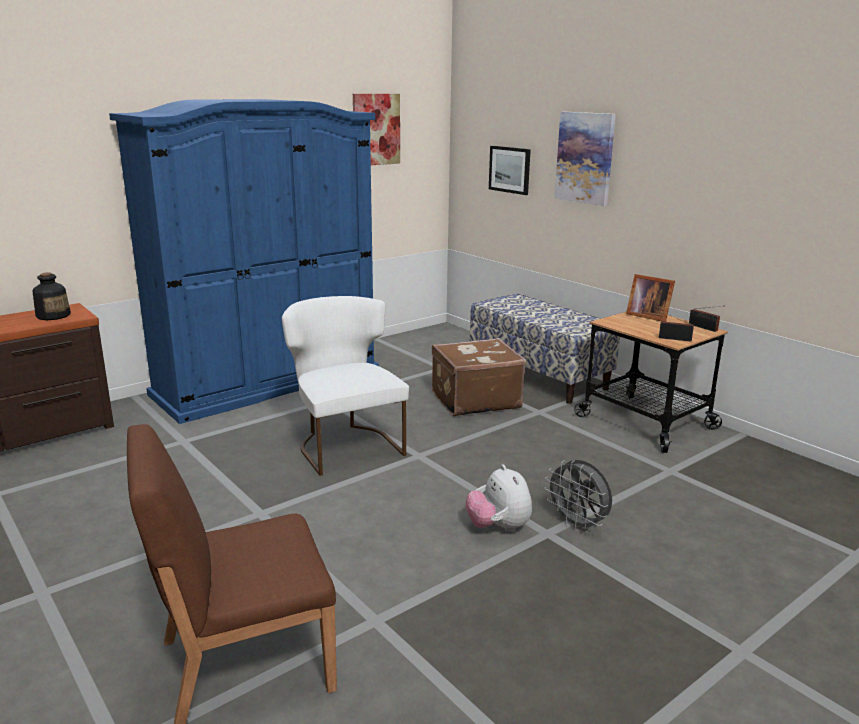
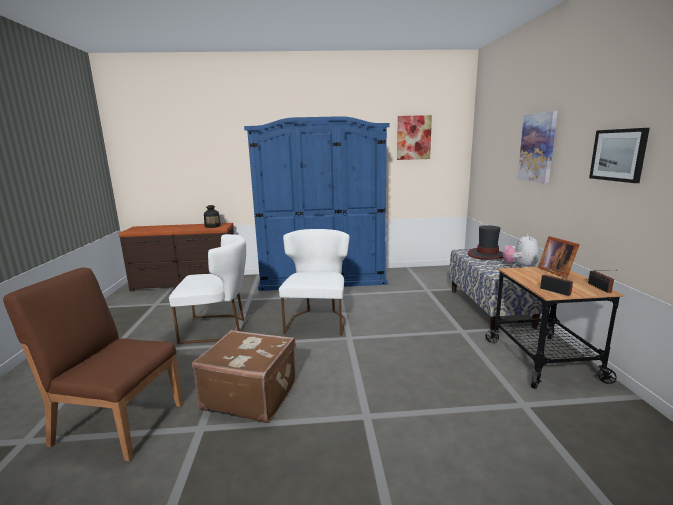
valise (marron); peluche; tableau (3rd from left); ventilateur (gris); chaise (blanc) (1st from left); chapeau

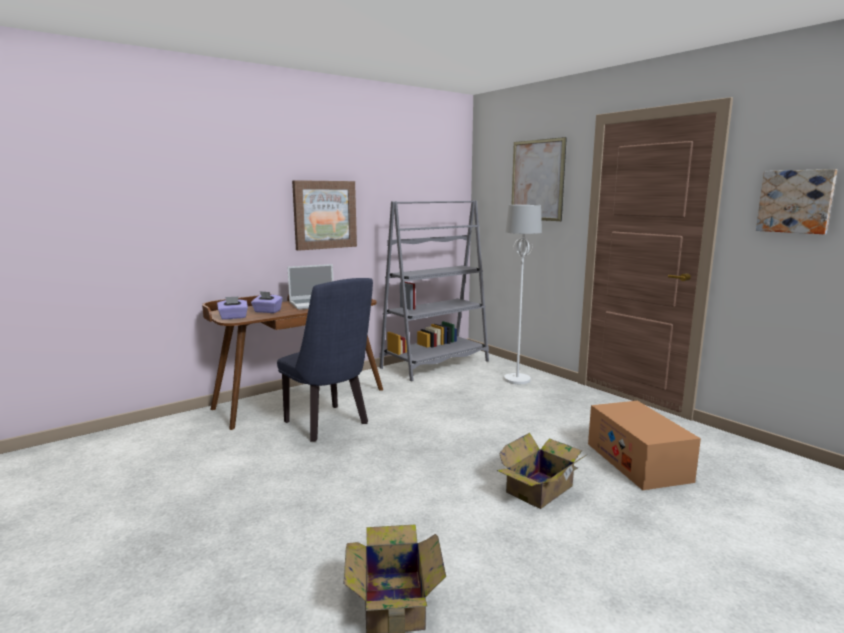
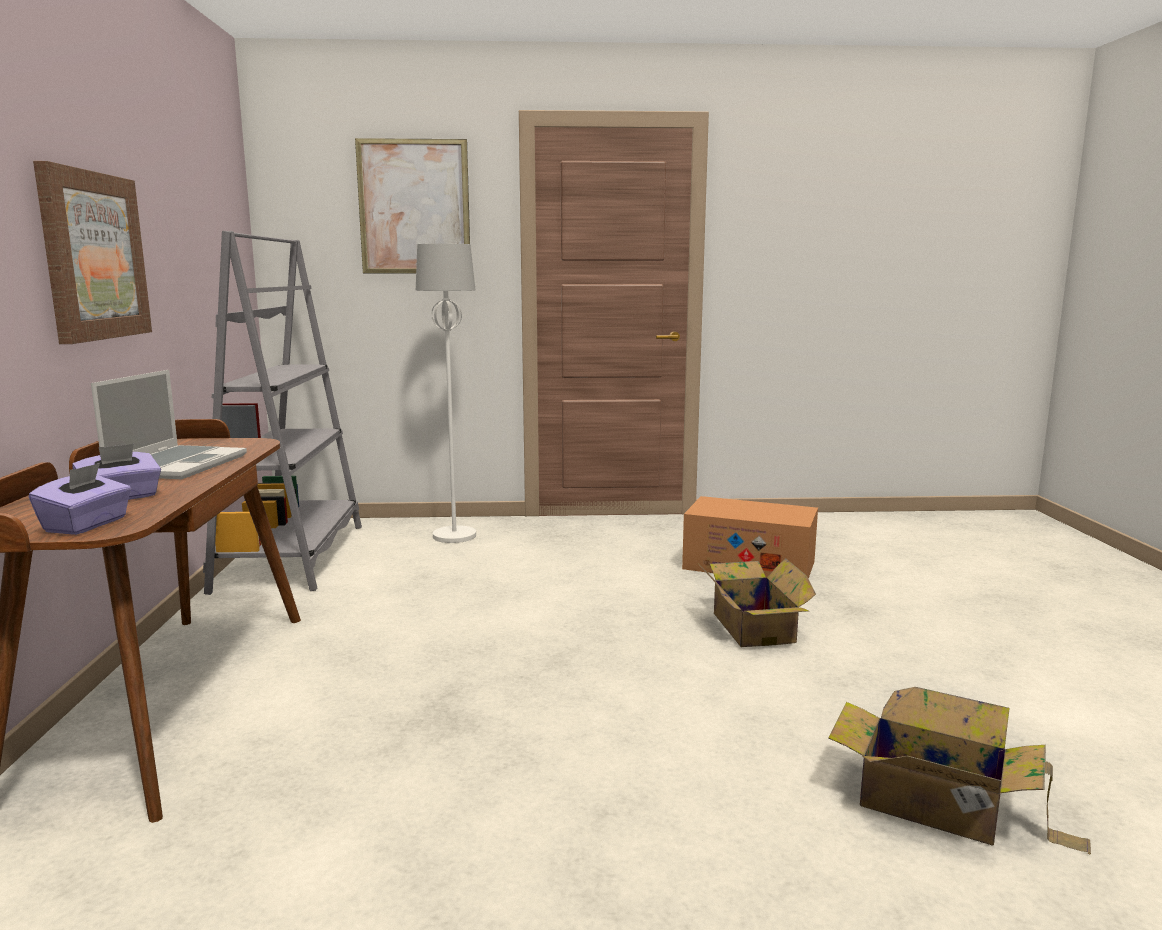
chaise (bleu); tableau (3rd from left in the first image)

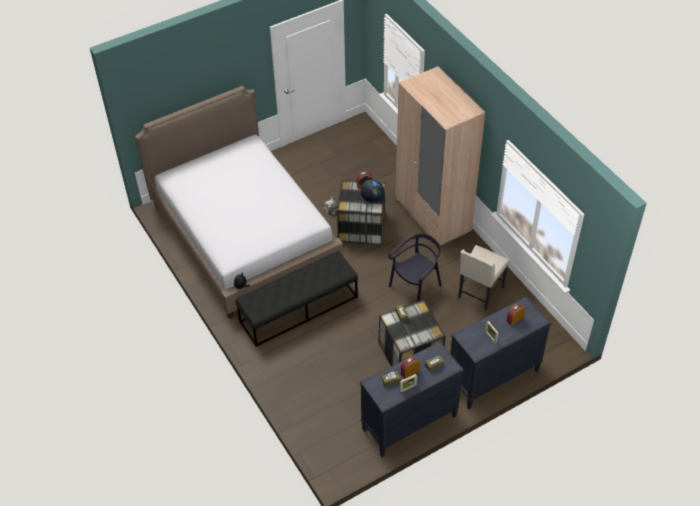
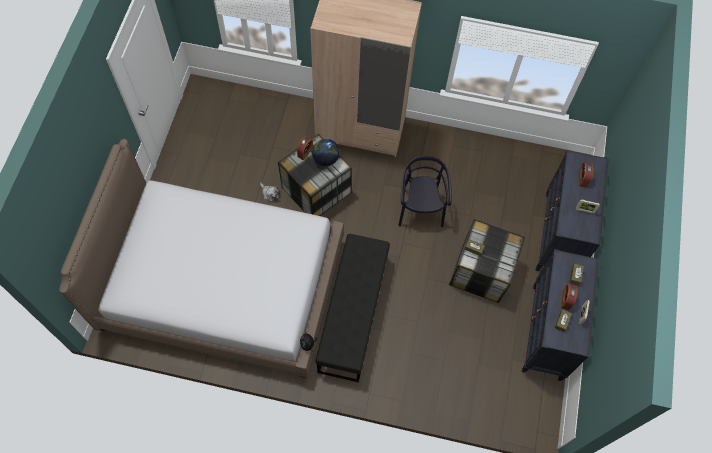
chaise (beige)

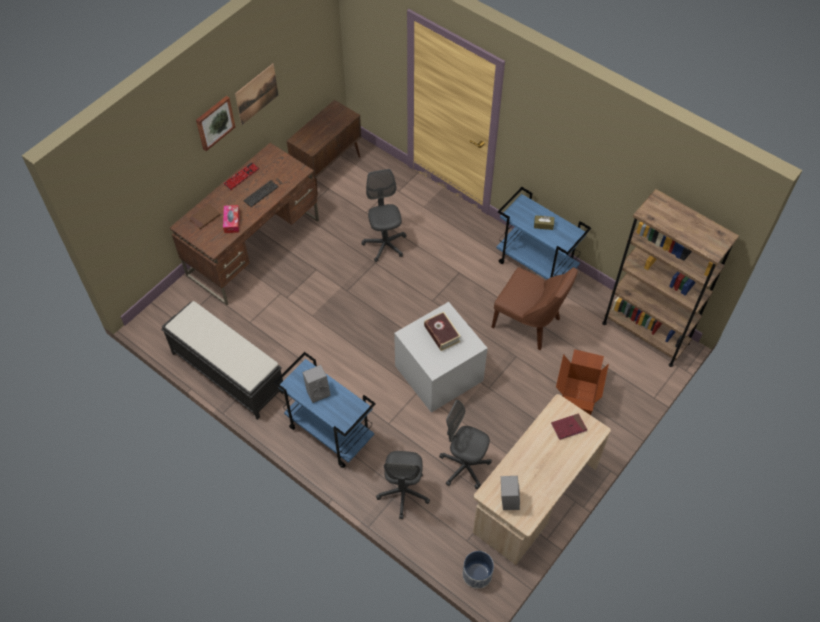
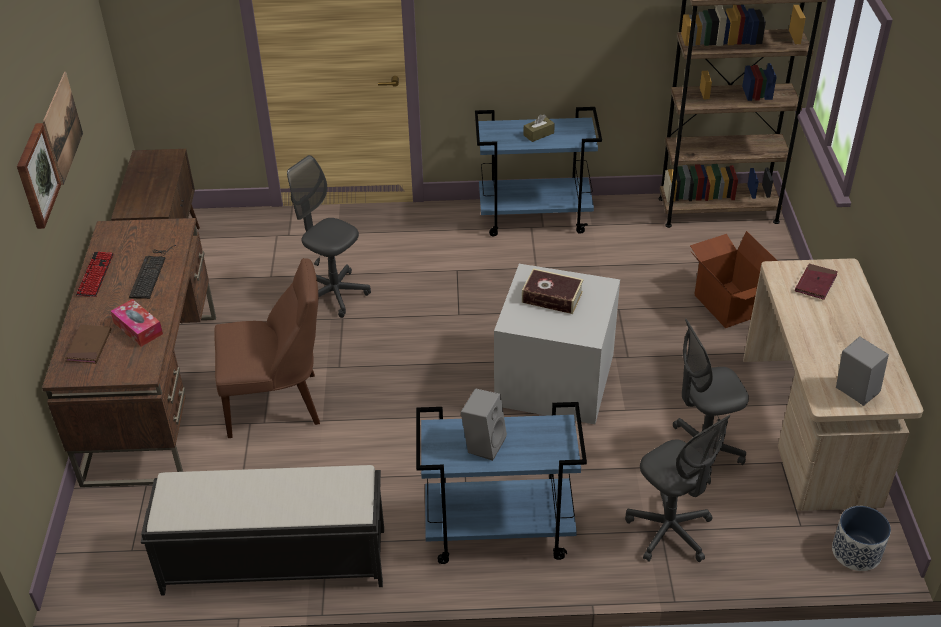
chaise (marron)

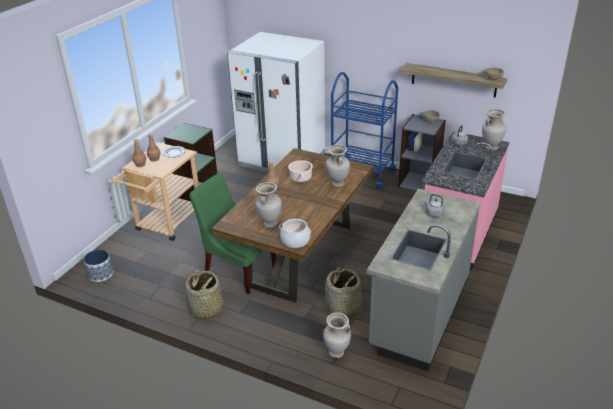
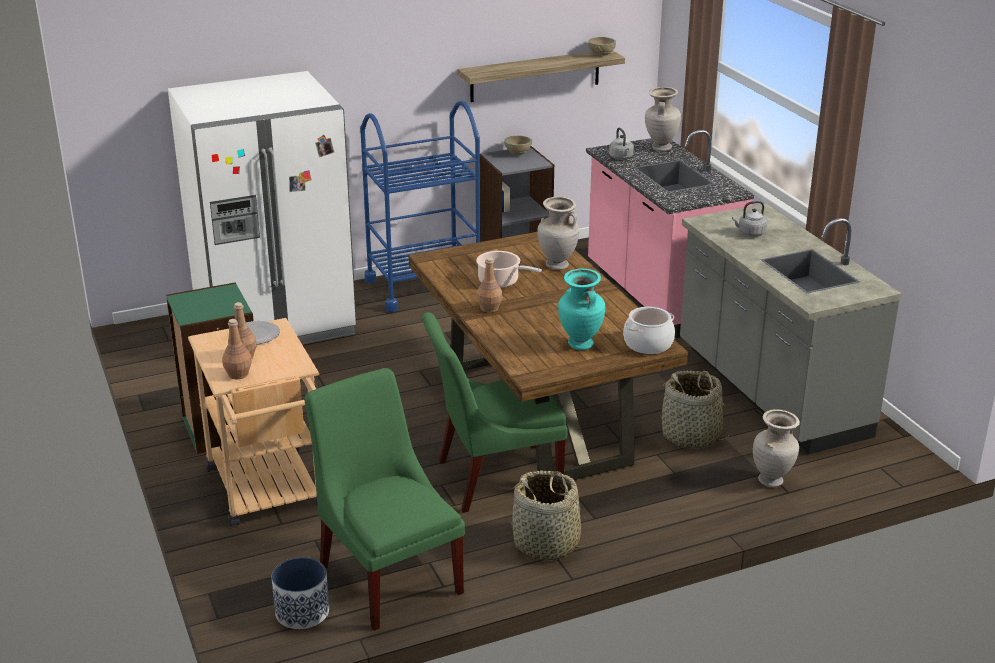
vase (turquoise); chaise (vert) (1st from left)

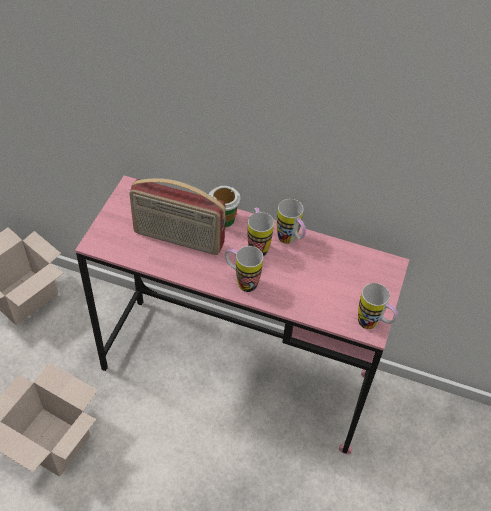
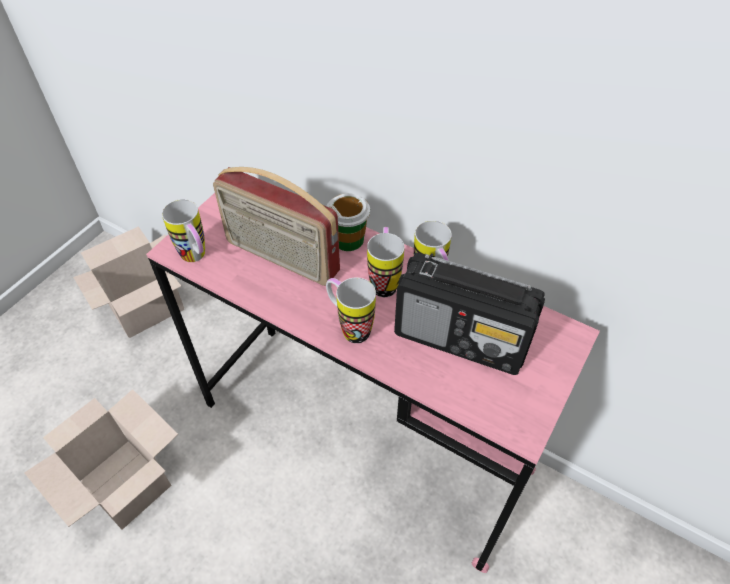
mug (1st from left); radio (2nd from left)

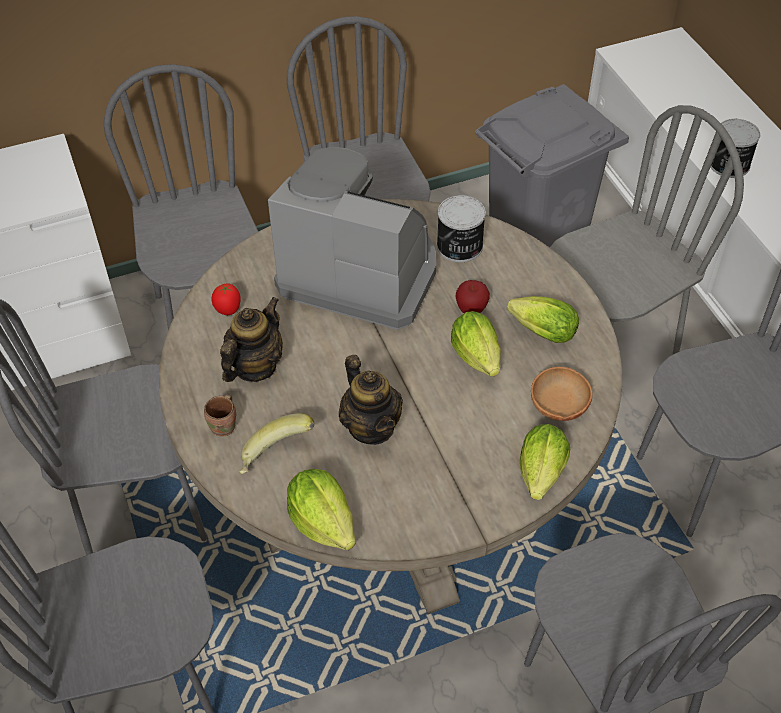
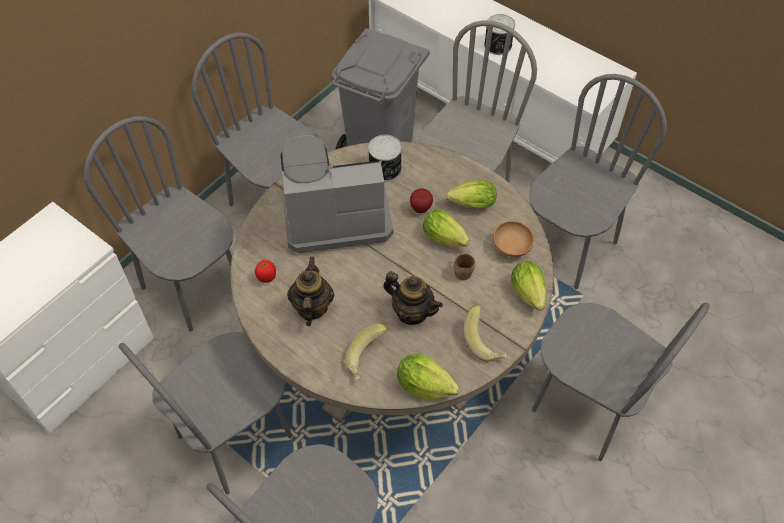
mug (marron); banane (2nd from left)

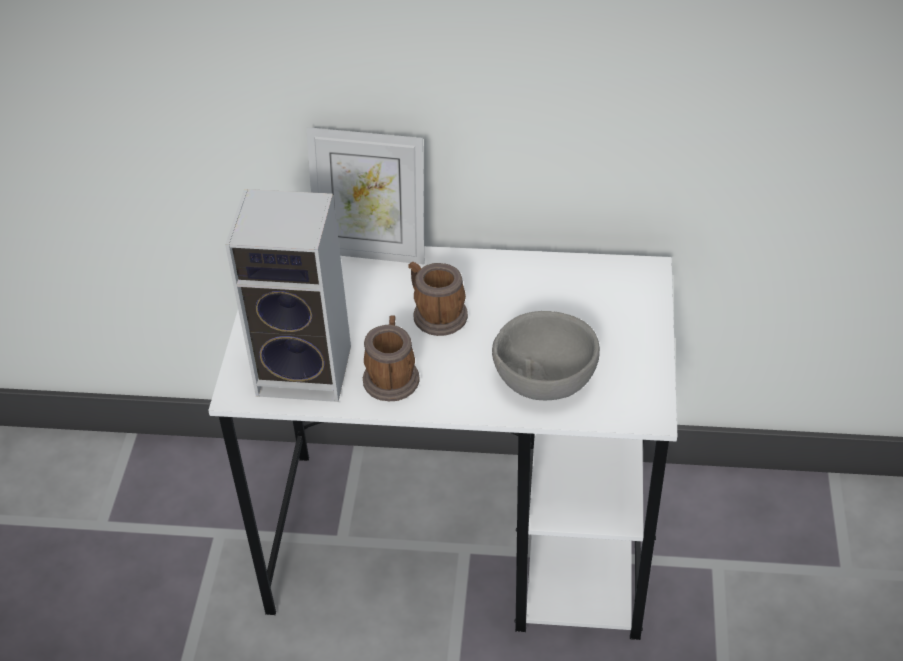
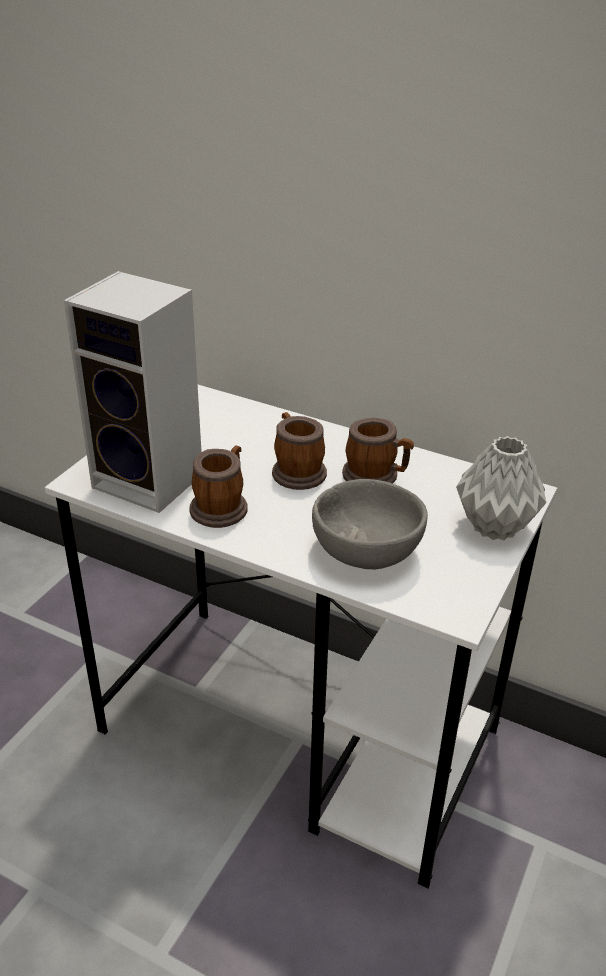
cadre photo; mug (3rd from left); vase (gris)

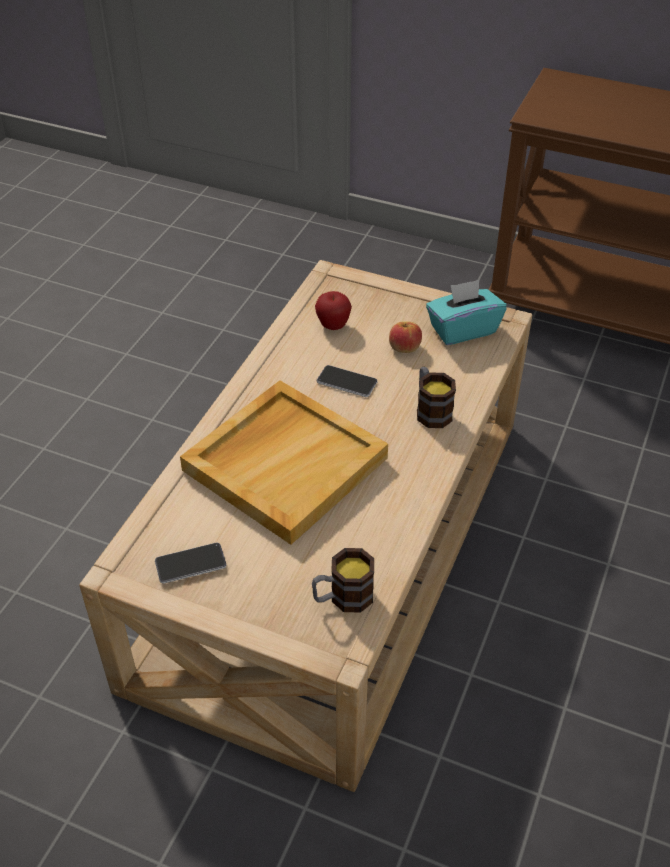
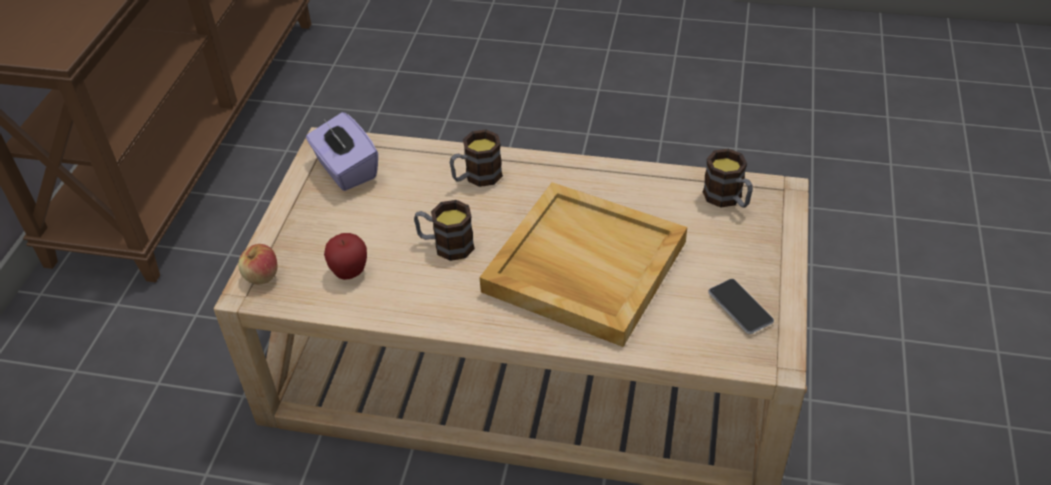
mug (1st from left); pomme (1st from left); boîte à mouchoirs (violet)

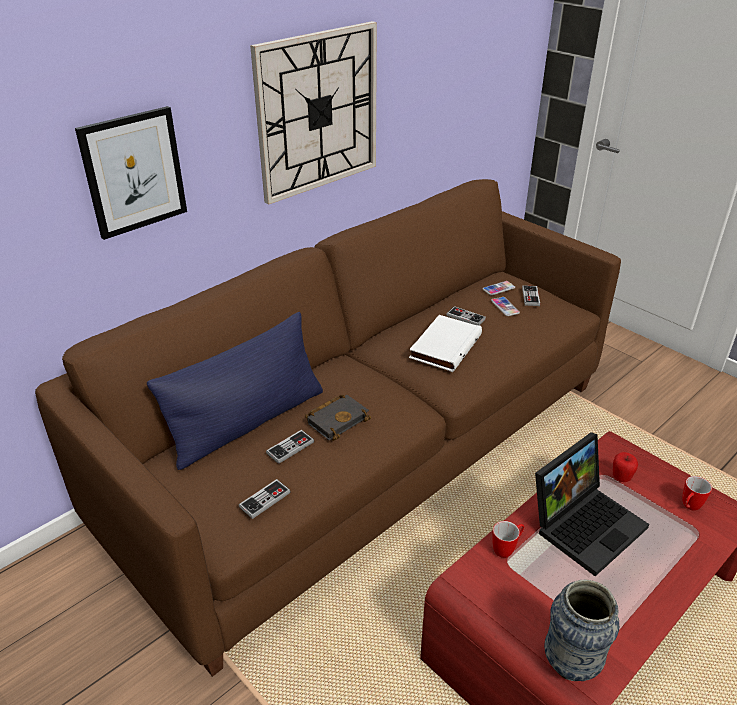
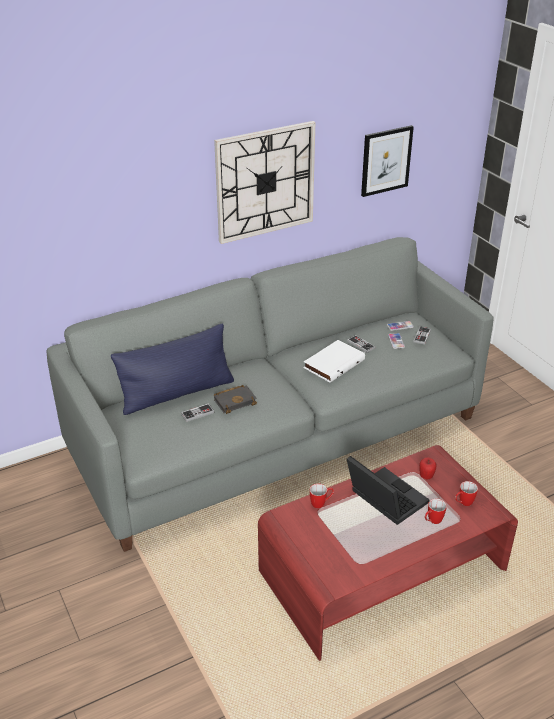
canapé (gris); tableau; manette (1st from left in the first image); ordinateur portable; vase; mug (2nd from left)

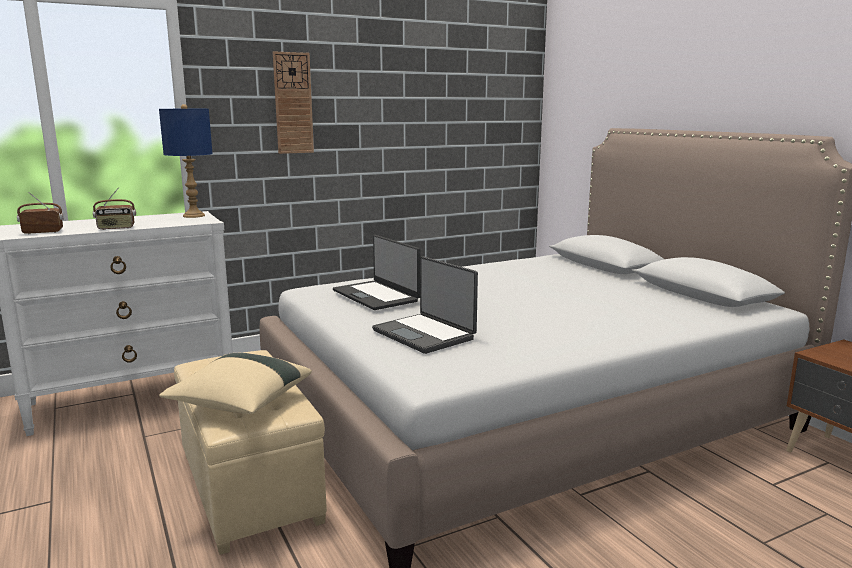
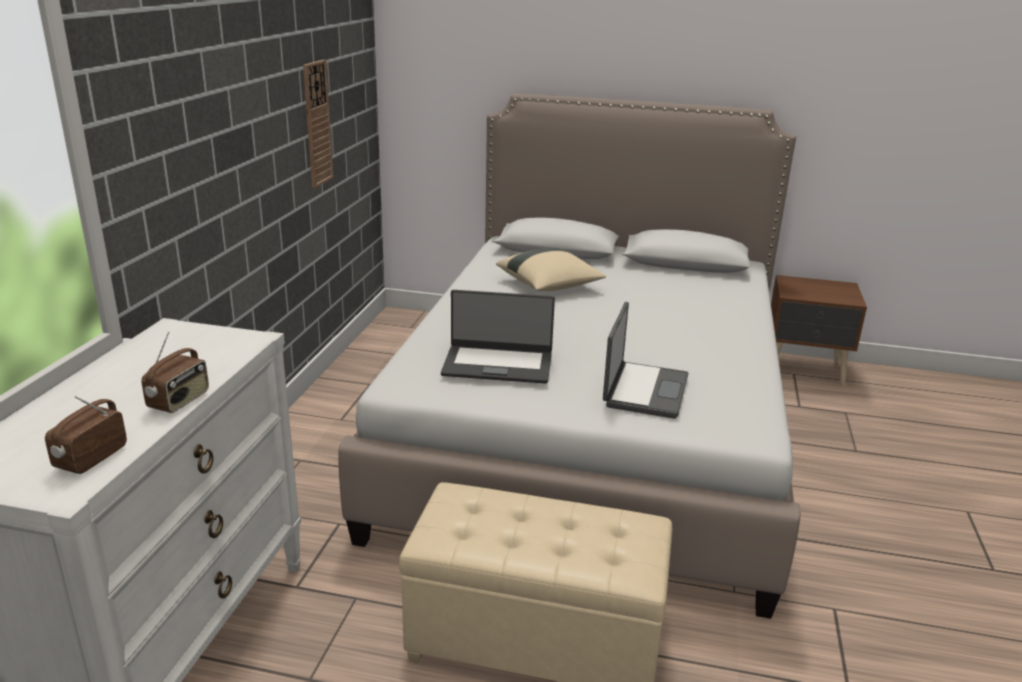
lampe de table (bleu); coussin (beige); horloge murale; ordinateur portable (2nd from left)

